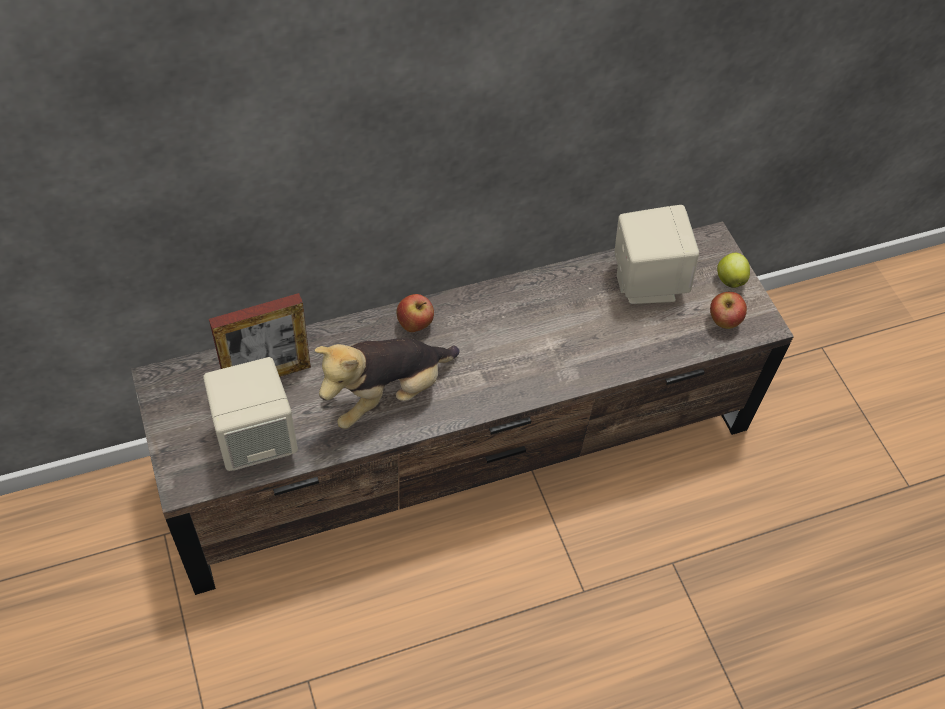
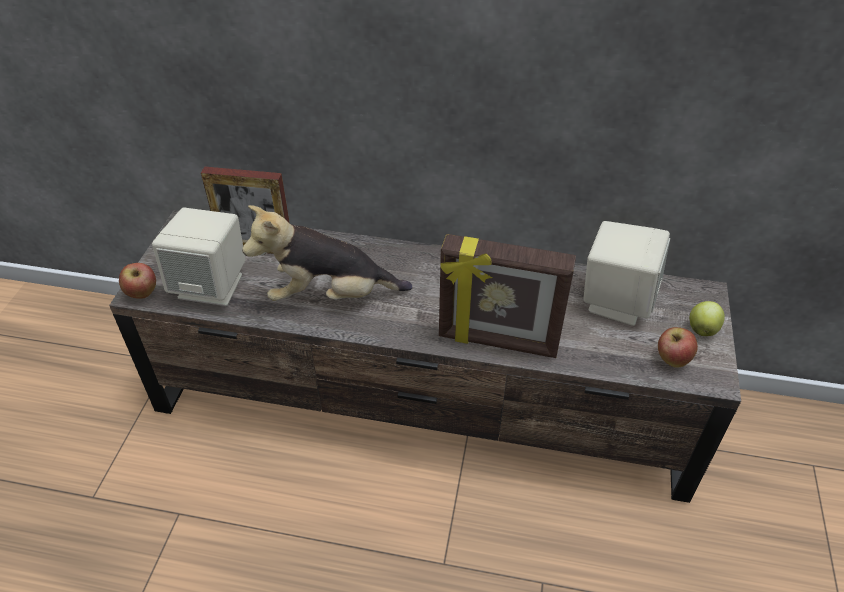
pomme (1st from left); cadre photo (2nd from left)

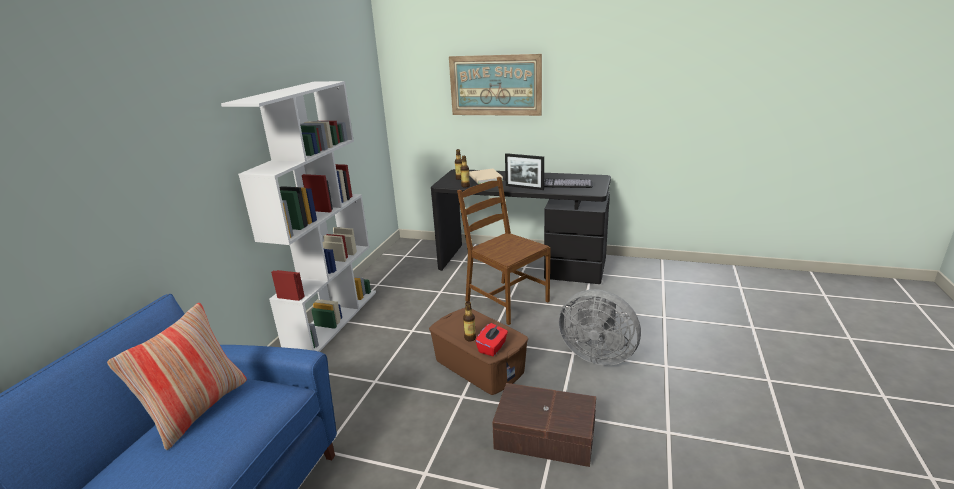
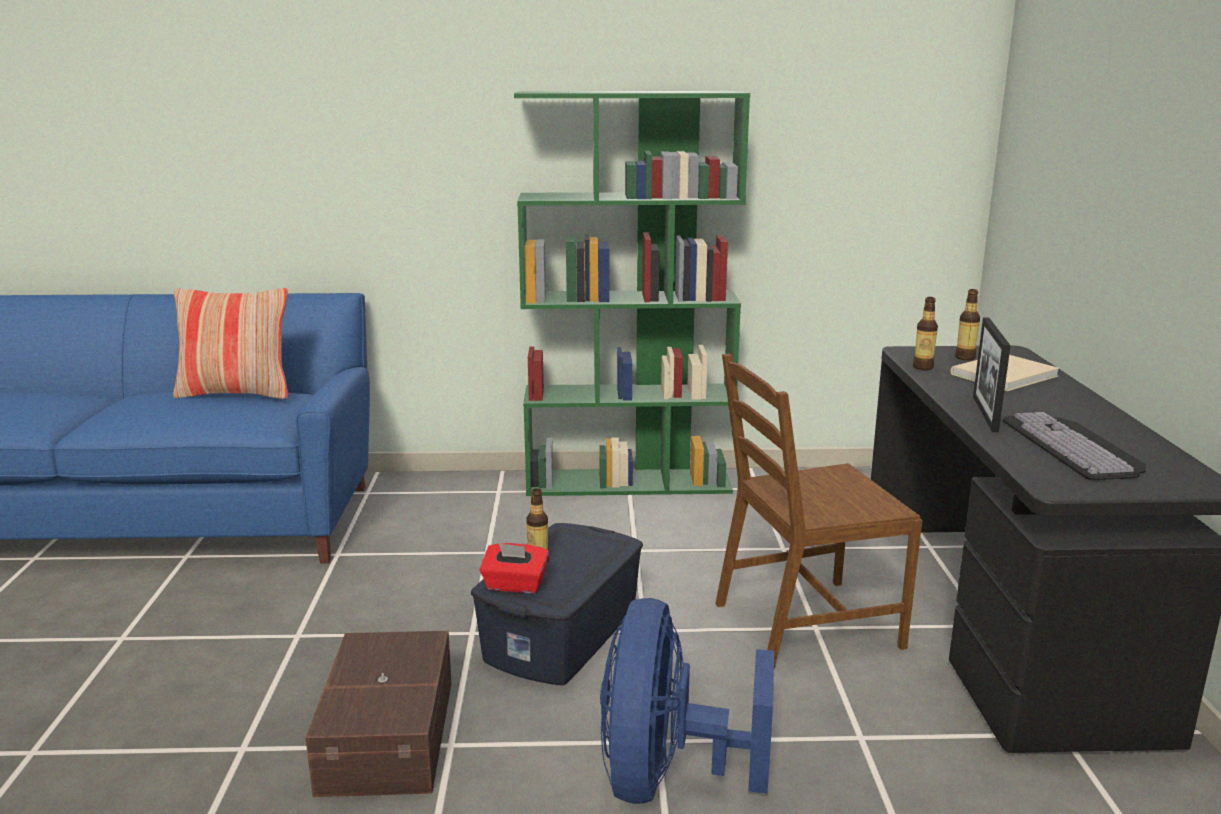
bibliothèque (vert); boîte de rangement (bleu); tableau; chaise (marron); ventilateur (bleu)

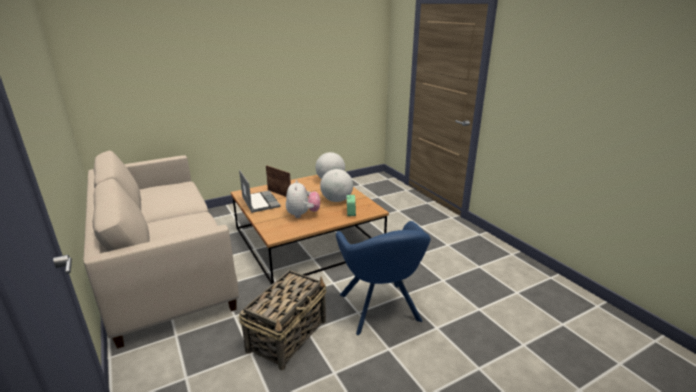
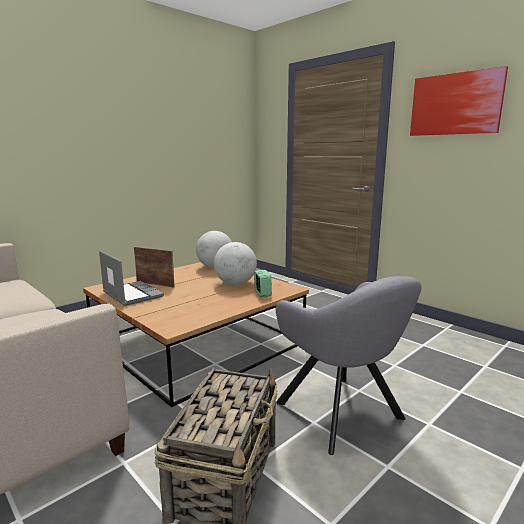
peluche; fauteuil (gris); tableau

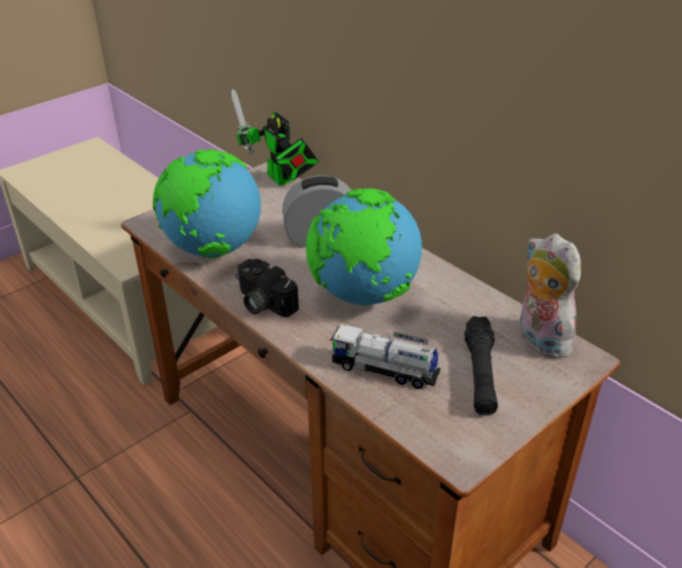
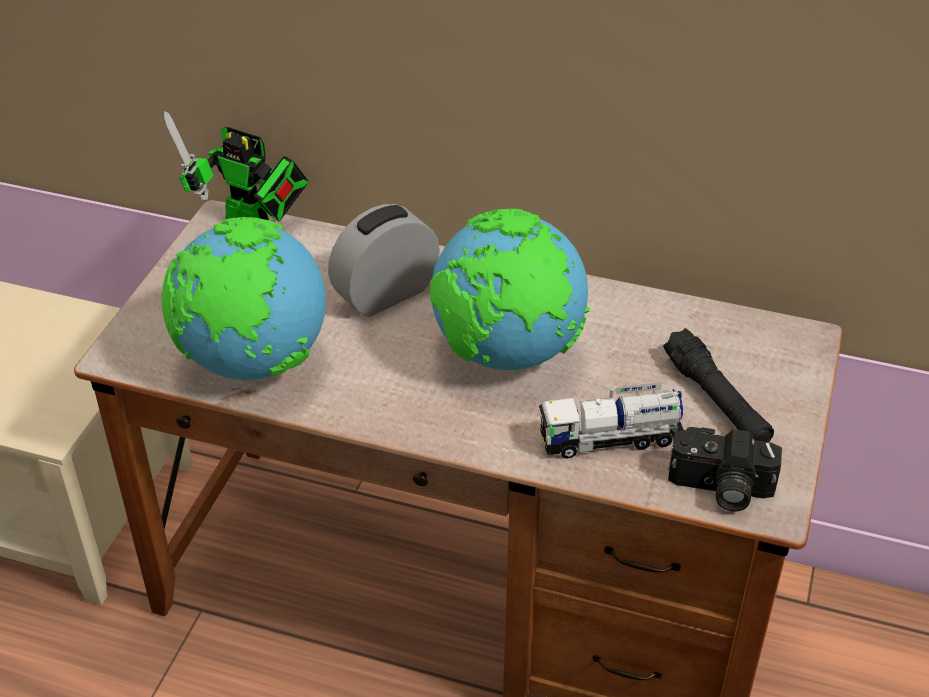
appareil photo; peluche

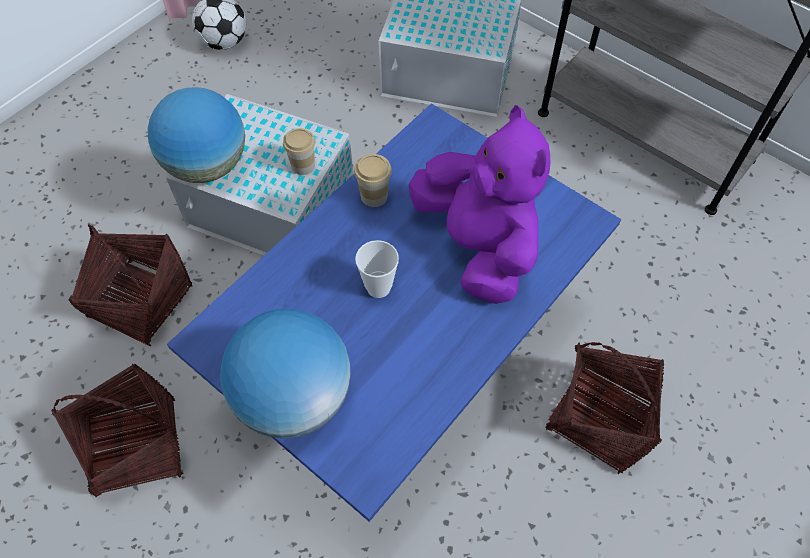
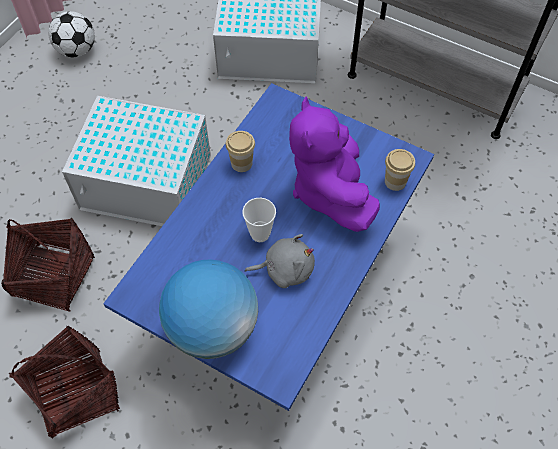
globe (1st from left in the first image); tasse (3rd from left); peluche (violet); panier (3rd from left in the first image); peluche (gris)

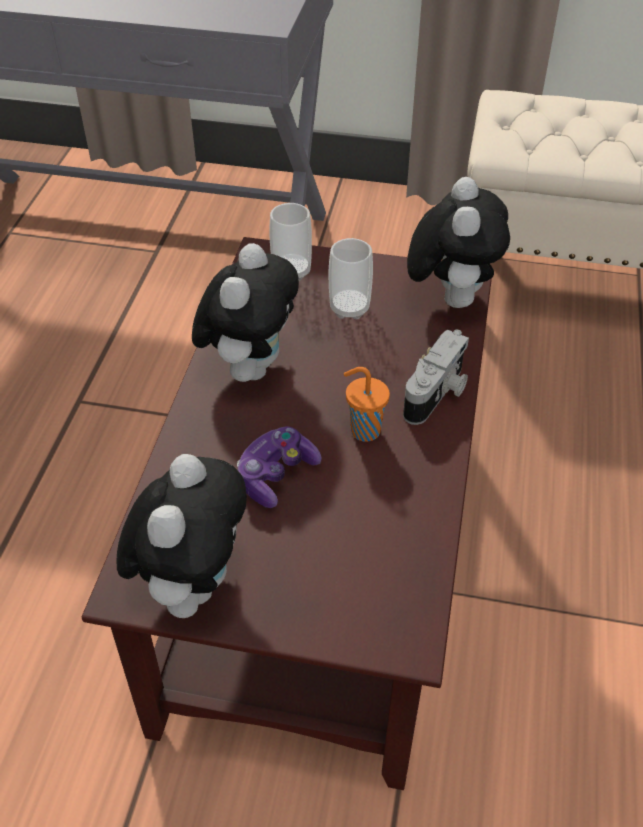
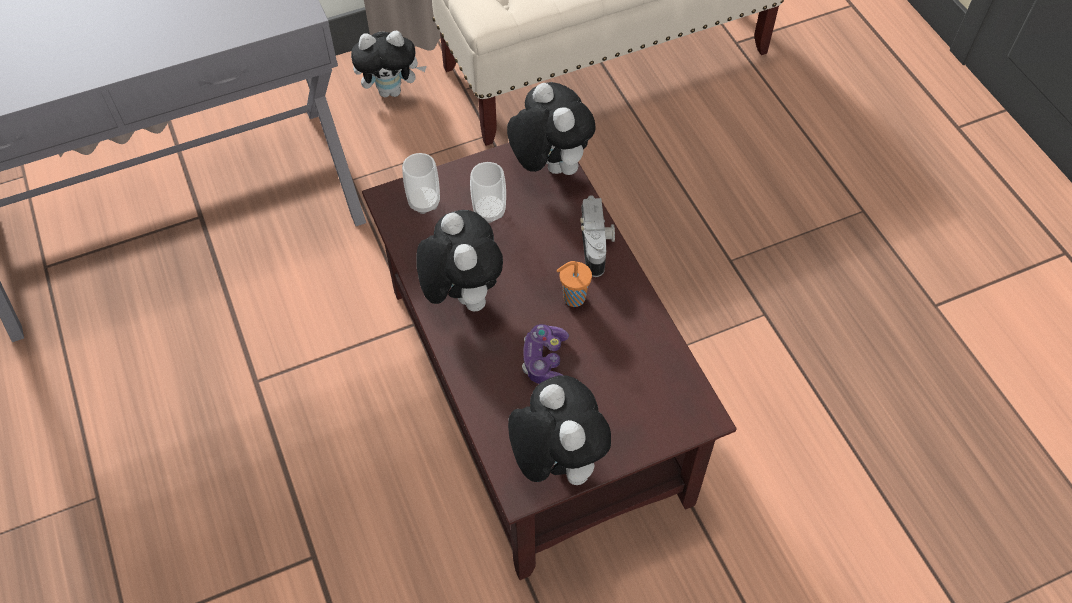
peluche (1st from left)

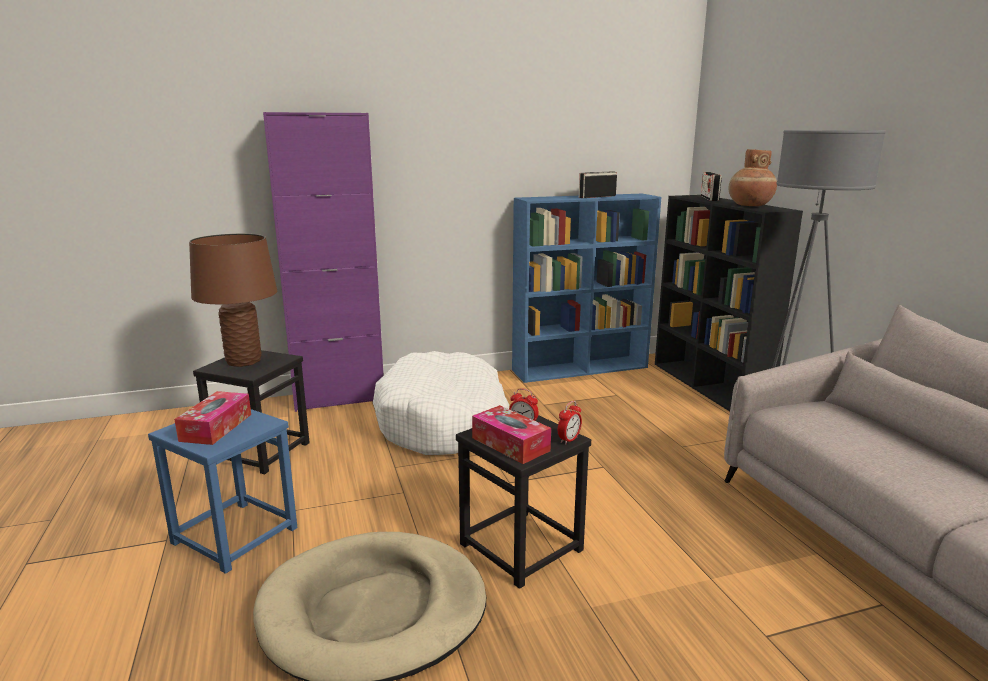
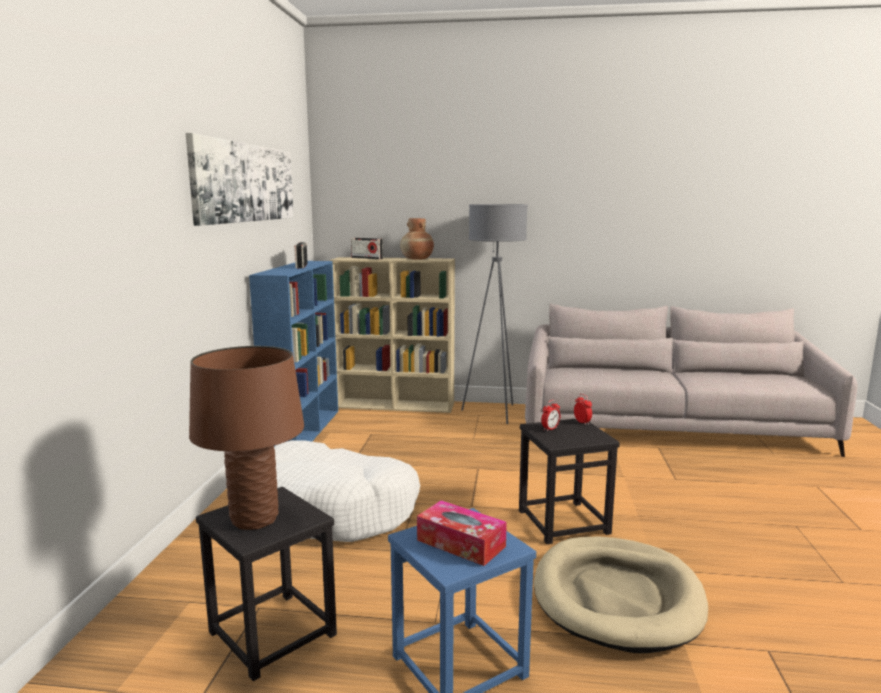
meuble de rangement (violet); boîte à mouchoirs (2nd from left in the first image); bibliothèque (beige); tableau

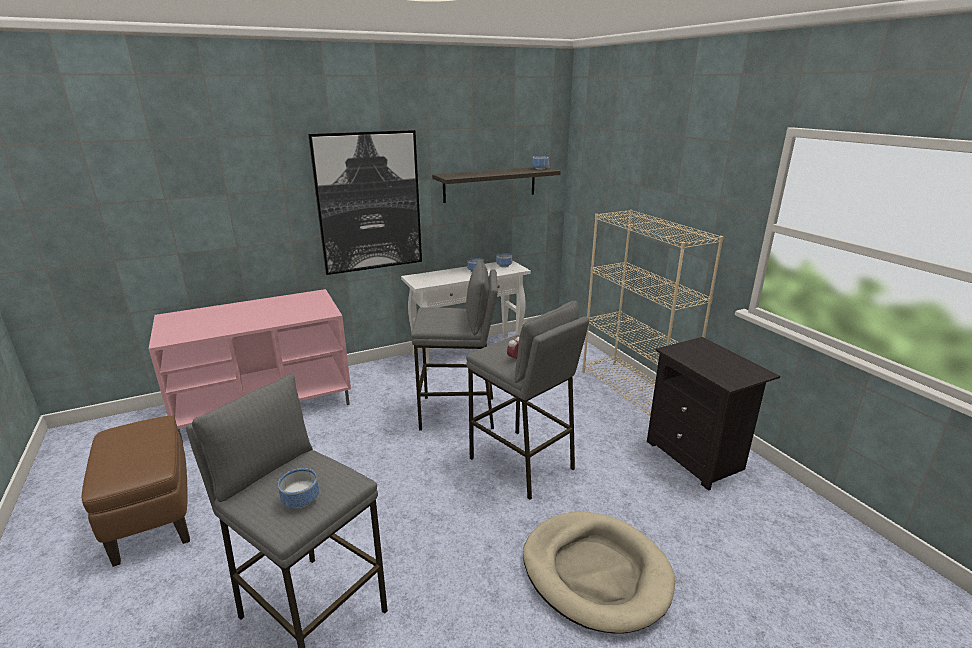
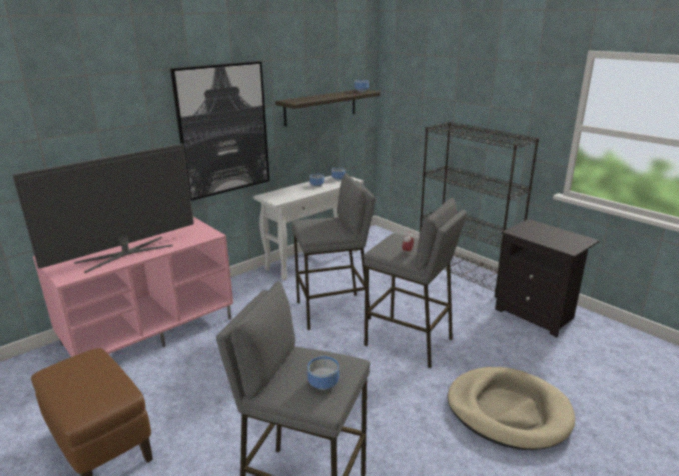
bibliothèque (noir); téléviseur

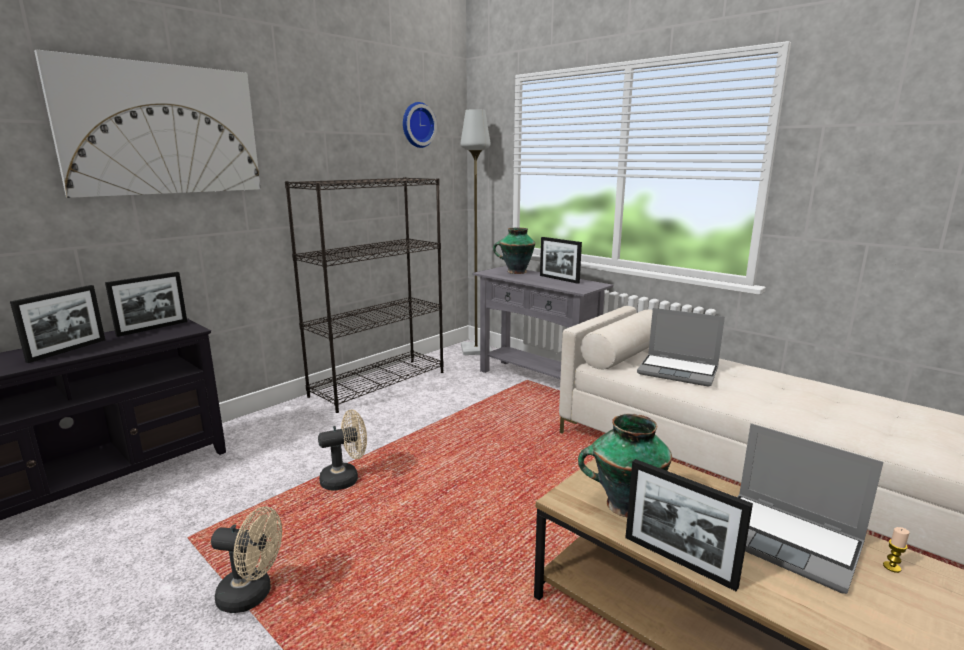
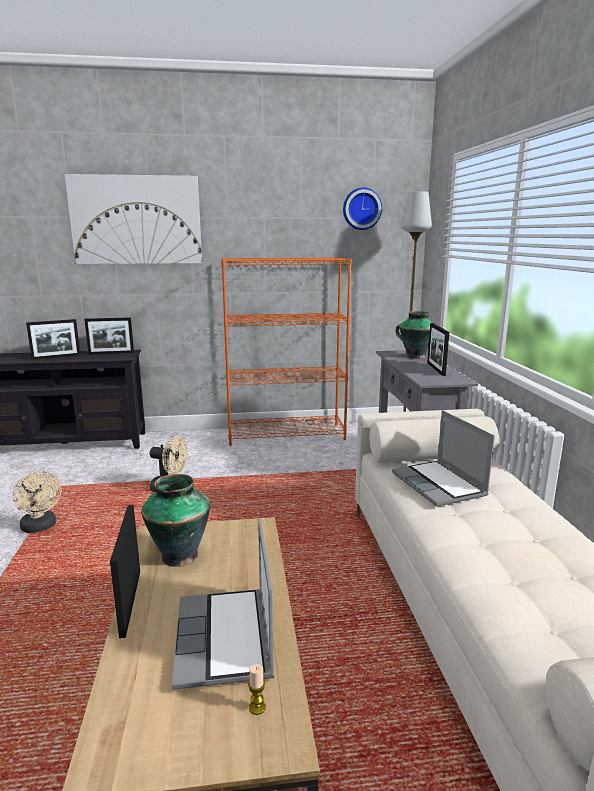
bibliothèque (orange)

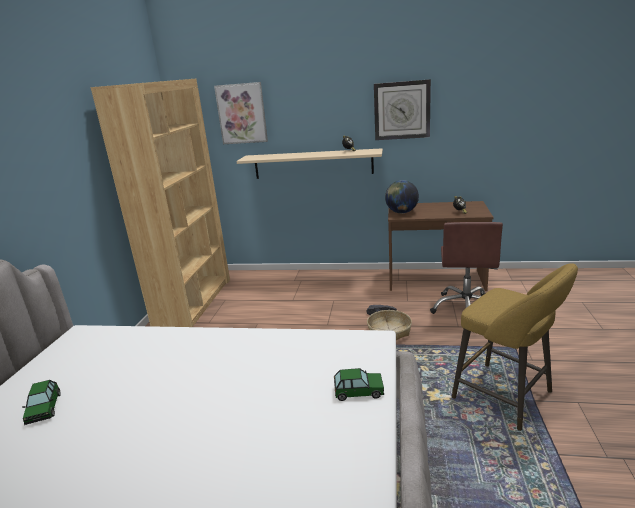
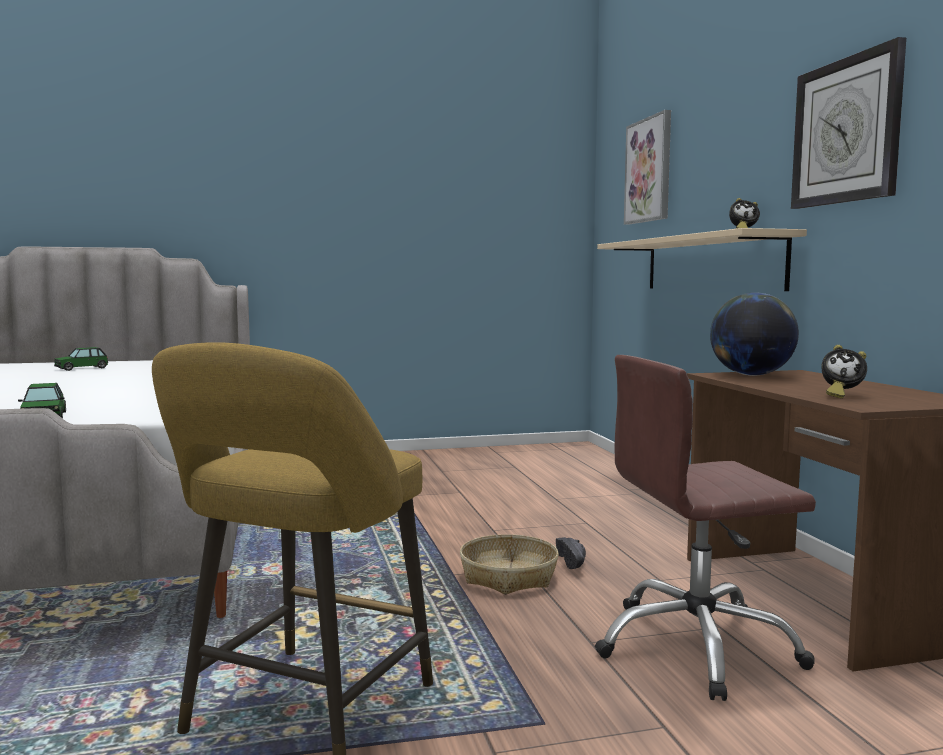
bibliothèque (marron)

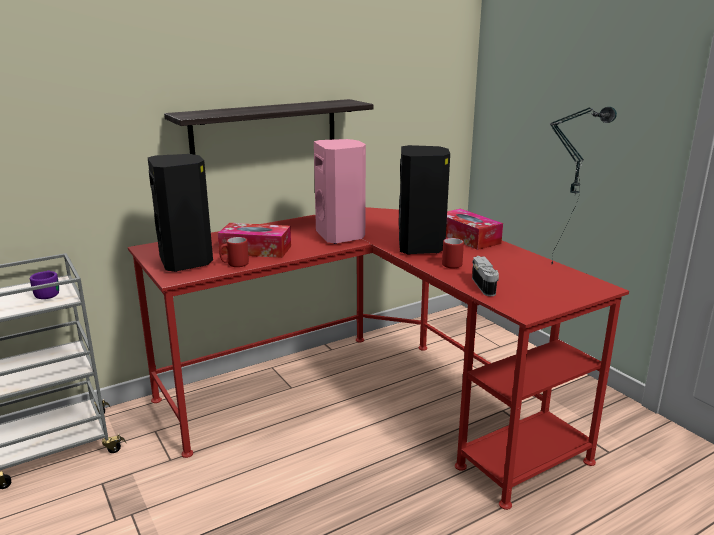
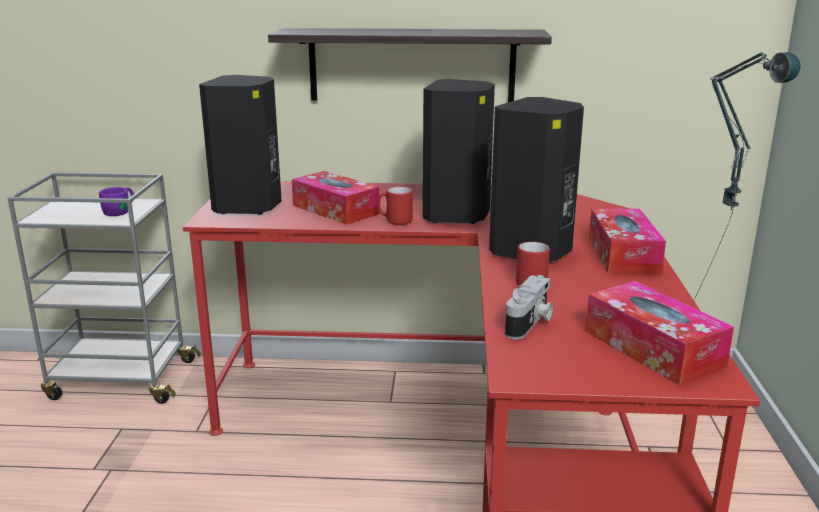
mug (rouge) (1st from left); enceinte (noir) (2nd from left); boîte à mouchoirs (3rd from left)

